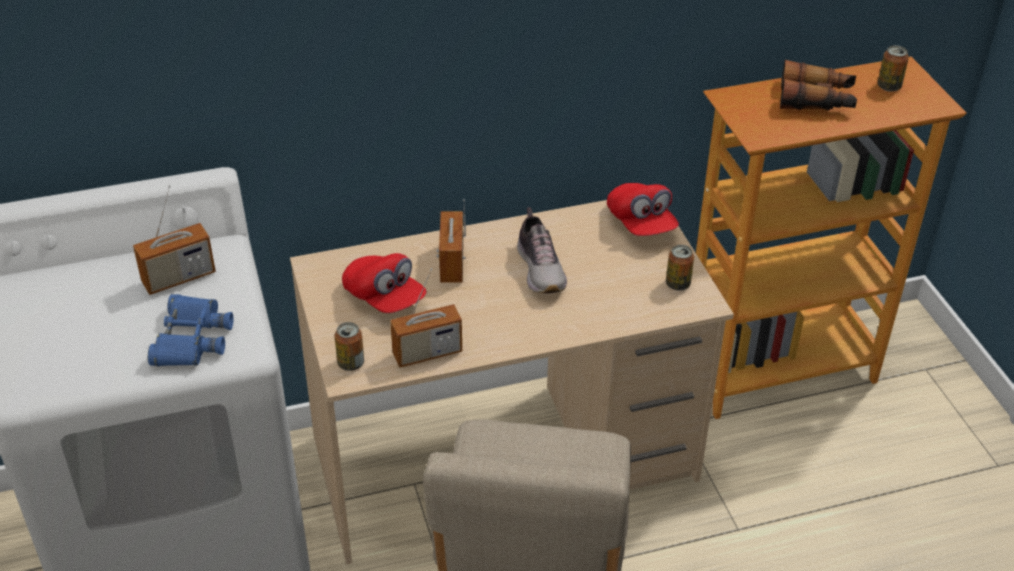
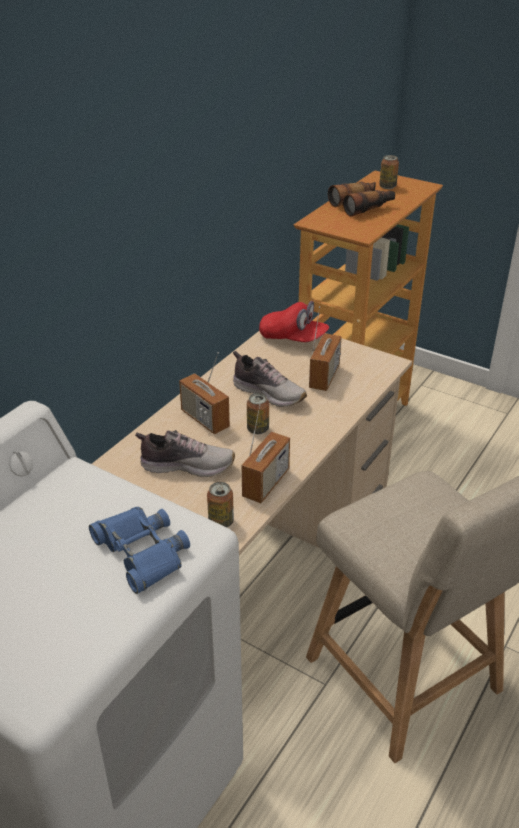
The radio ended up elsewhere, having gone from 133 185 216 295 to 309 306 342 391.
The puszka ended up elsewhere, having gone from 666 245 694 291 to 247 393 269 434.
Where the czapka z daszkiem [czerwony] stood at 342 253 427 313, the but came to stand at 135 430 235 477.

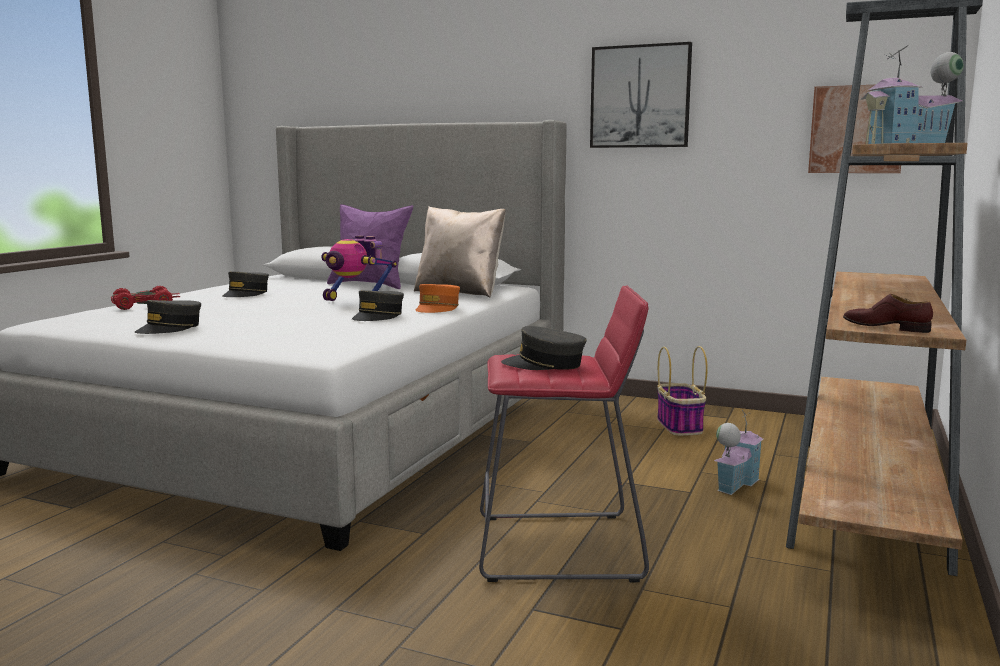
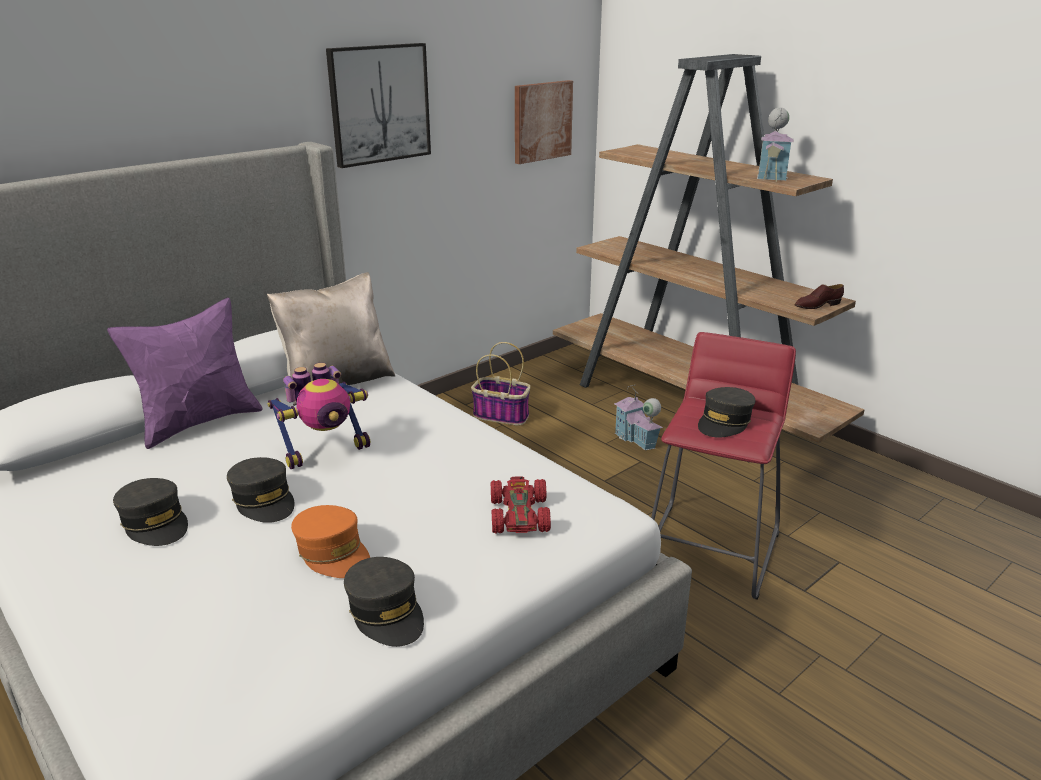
The samochodzik [czerwony] ended up elsewhere, having gone from 111 286 180 310 to 491 476 551 533.
The czapka z daszkiem [szary] ended up elsewhere, having gone from 352 290 404 321 to 227 457 295 523.
The czapka z daszkiem [pomarańczowy] ended up elsewhere, having gone from 416 284 460 313 to 291 505 370 578.

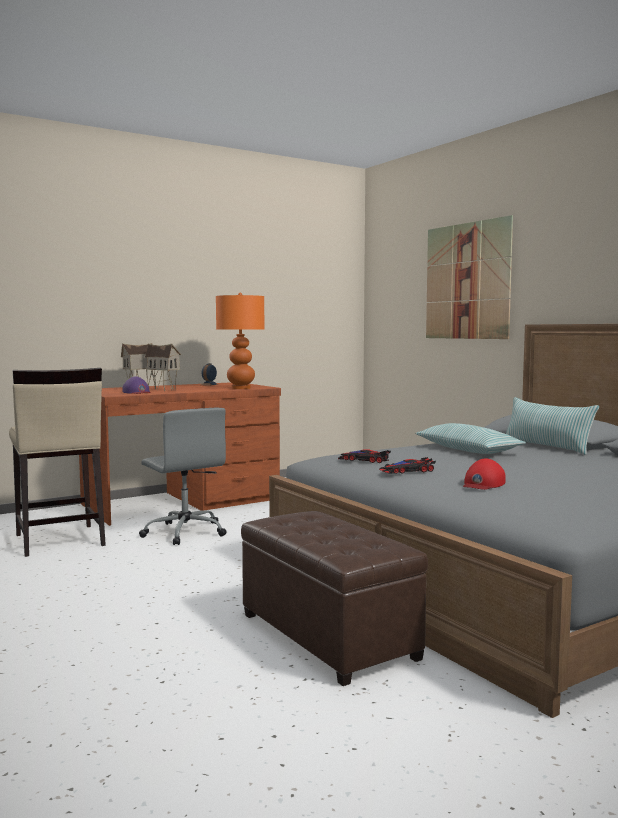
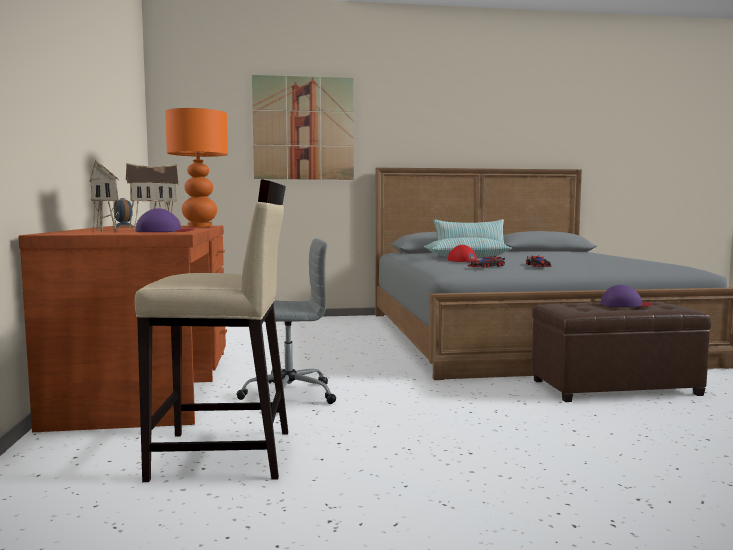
The second view gained the czapka z daszkiem [fioletowy] at 601 285 653 307.
The czapka z daszkiem [czerwony] ended up elsewhere, having gone from 463 458 506 490 to 448 245 479 262.

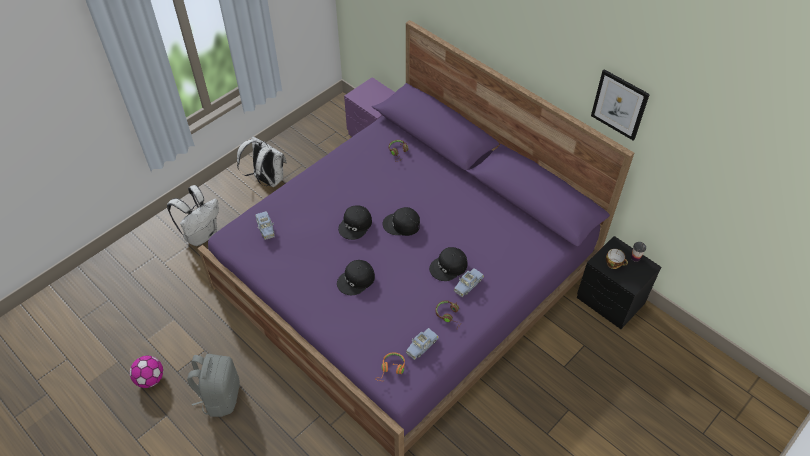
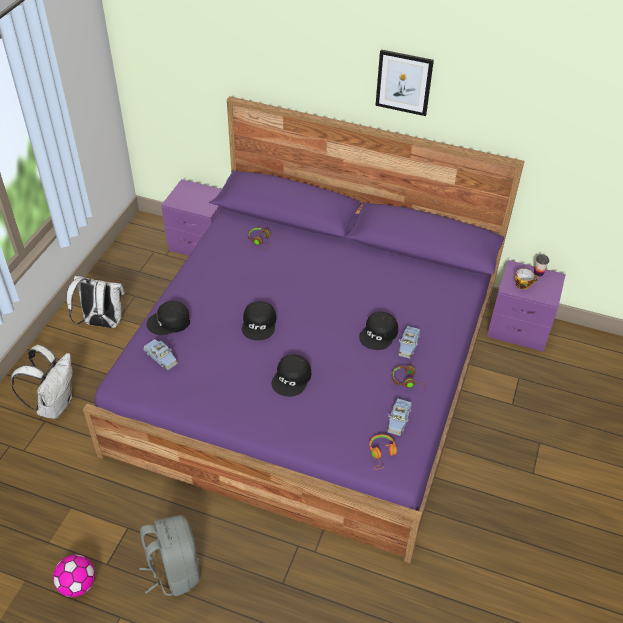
The czapka z daszkiem [czarny] ended up elsewhere, having gone from 383 207 420 236 to 147 301 190 335.
The obraz ended up elsewhere, having gone from 591 69 650 140 to 375 50 434 116.
What was the szafka nocna [czarny] at 577 236 661 329 turned into the szafka nocna [fioletowy] at 487 260 566 352.

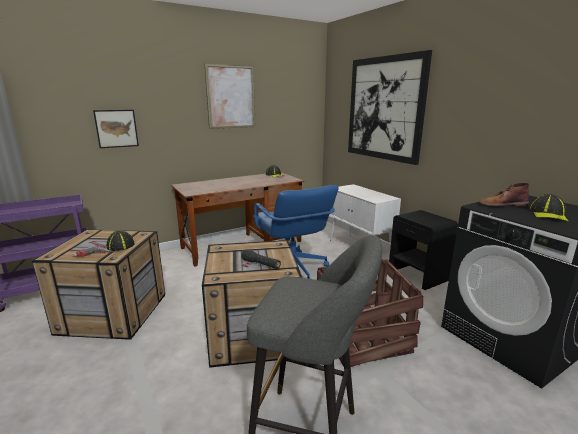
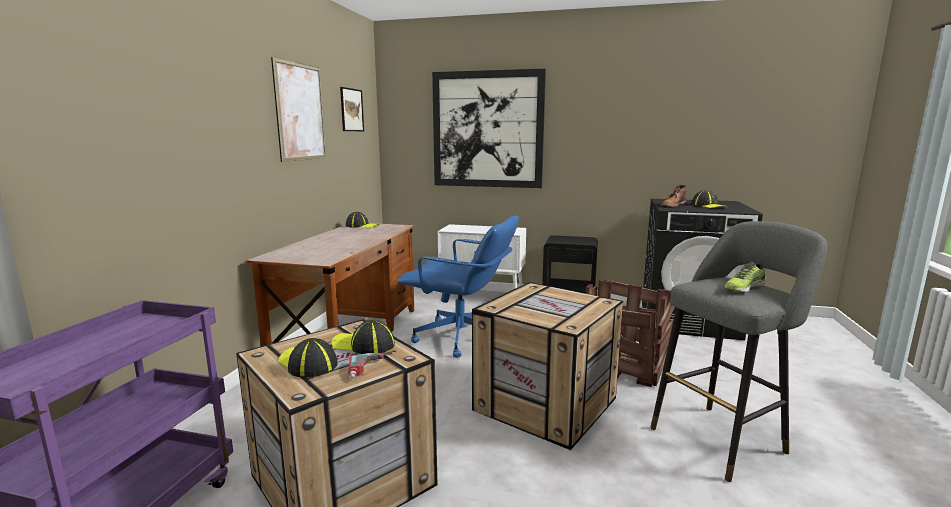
The second view lost the latarka [czarny] at 241 249 281 269.
The second view gained the czapka z daszkiem at 278 338 338 377.
The second view gained the but at 725 262 765 292.
The obraz ended up elsewhere, having gone from 93 110 139 148 to 340 87 364 131.

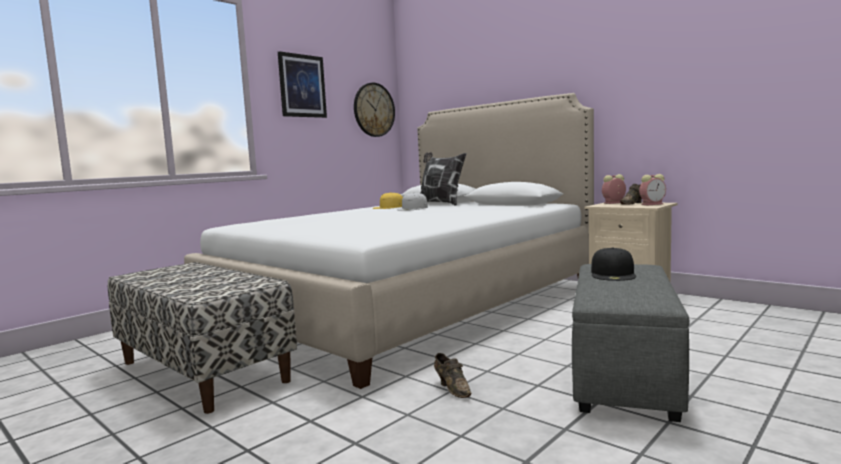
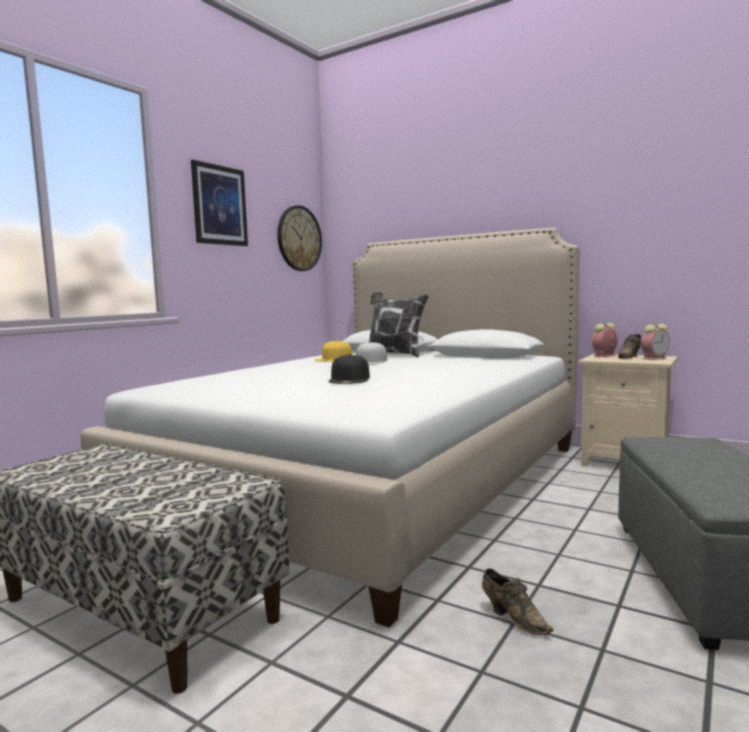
The czapka z daszkiem [czarny] ended up elsewhere, having gone from 591 248 636 281 to 329 354 370 384.

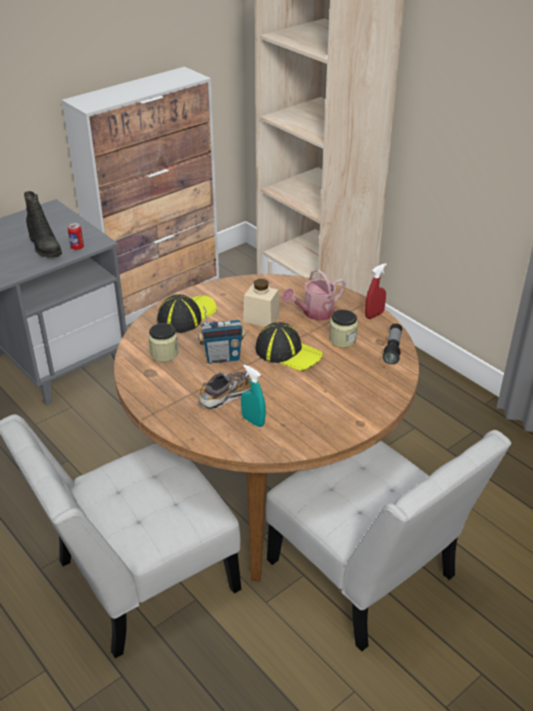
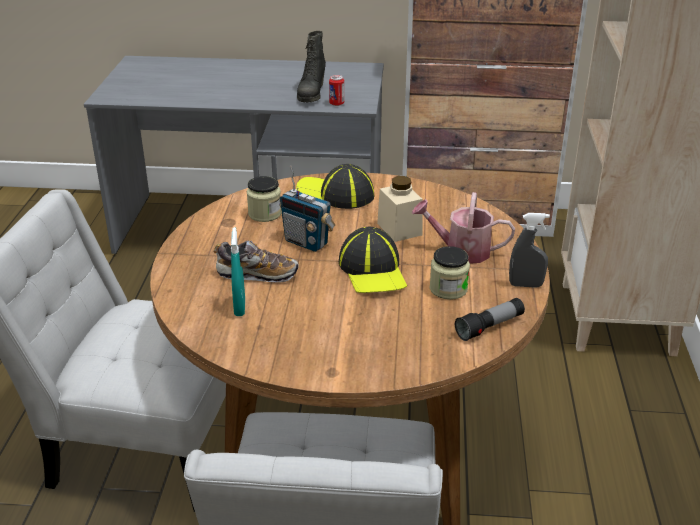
What was the spryskiwacz [czerwony] at 365 263 387 319 turned into the spryskiwacz [szary] at 509 213 550 288.
The czapka z daszkiem at 157 294 217 333 ended up facing another way, 150 degrees counterclockwise from before.

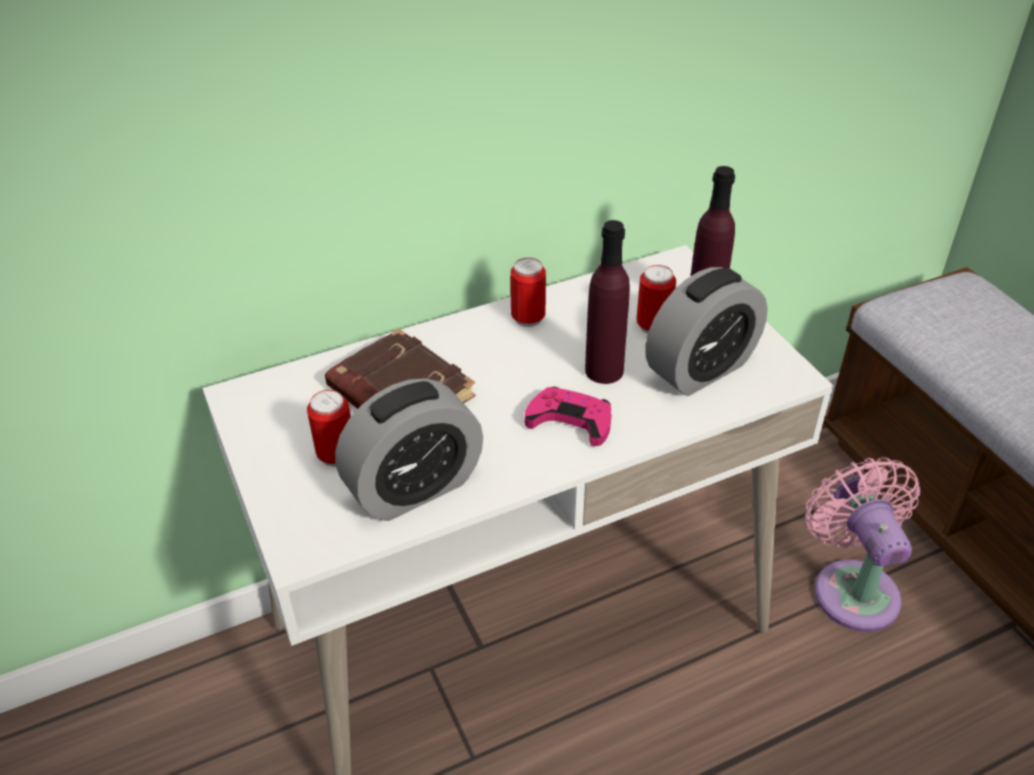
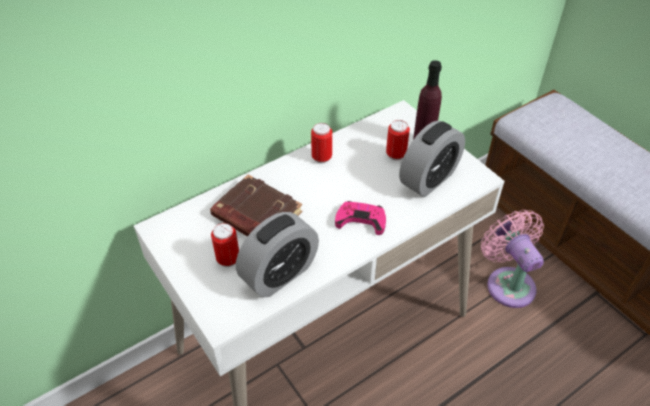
The second view lost the butelka [fioletowy] at 585 220 630 384.

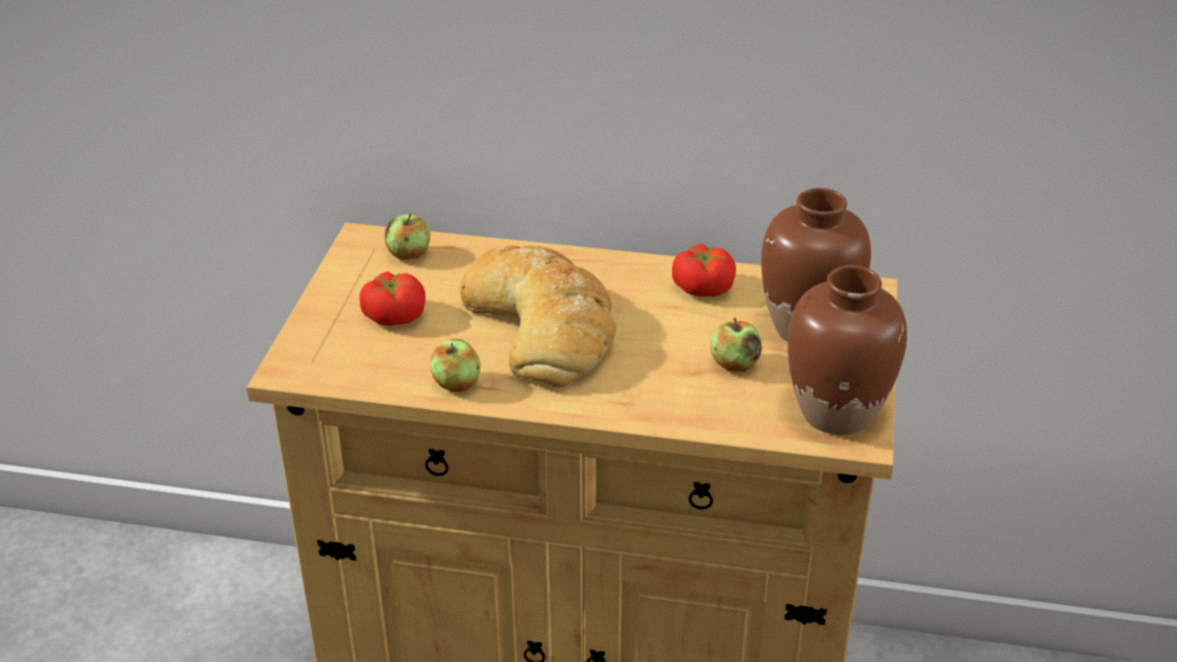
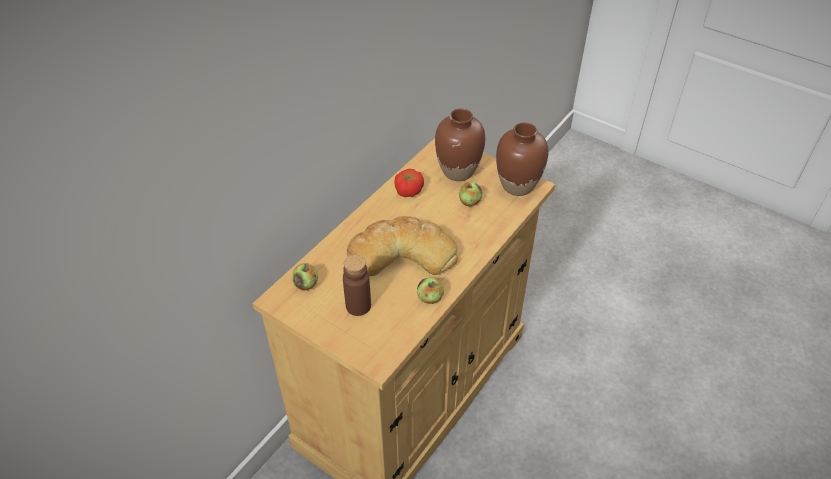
Where the pomidor stood at 360 271 426 326, the butelka [brązowy] came to stand at 343 255 371 316.

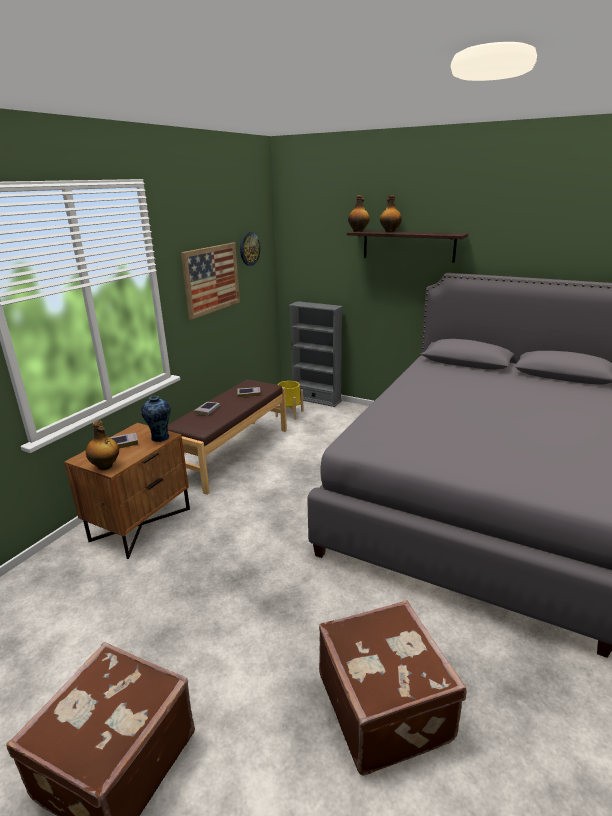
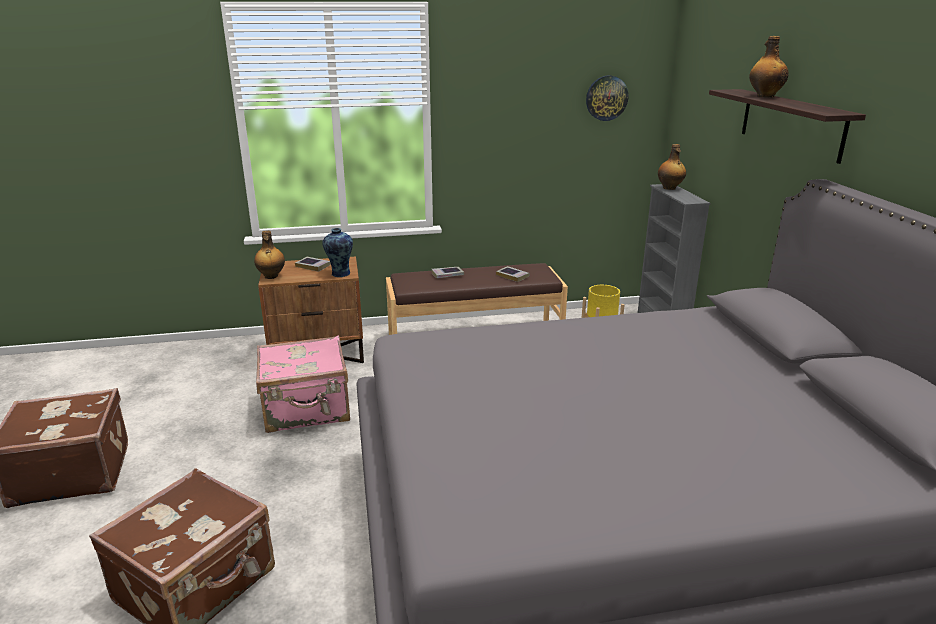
The second view lost the obraz at 181 242 240 320.
The second view gained the walizka [różowy] at 256 336 350 433.
The butelka ended up elsewhere, having gone from 348 195 370 232 to 658 144 686 190.

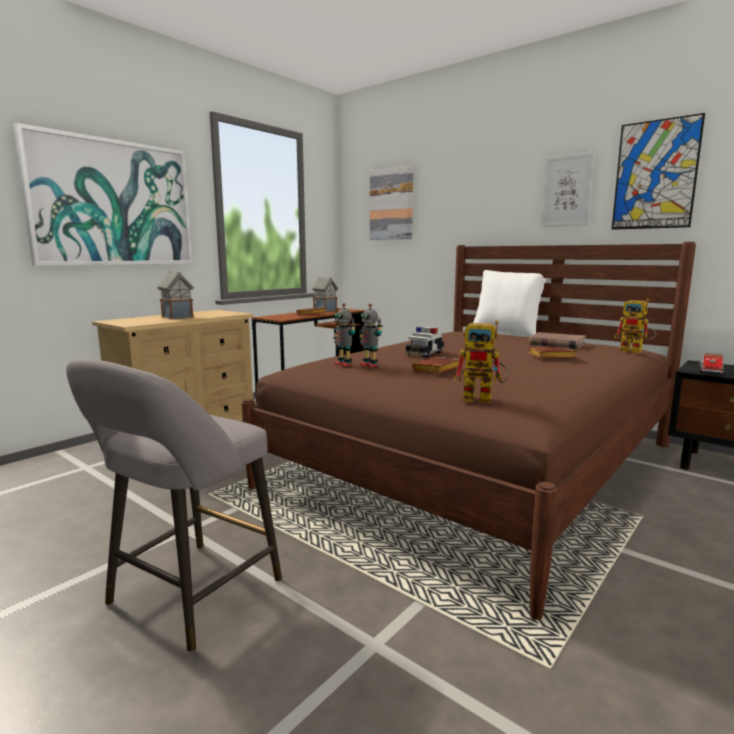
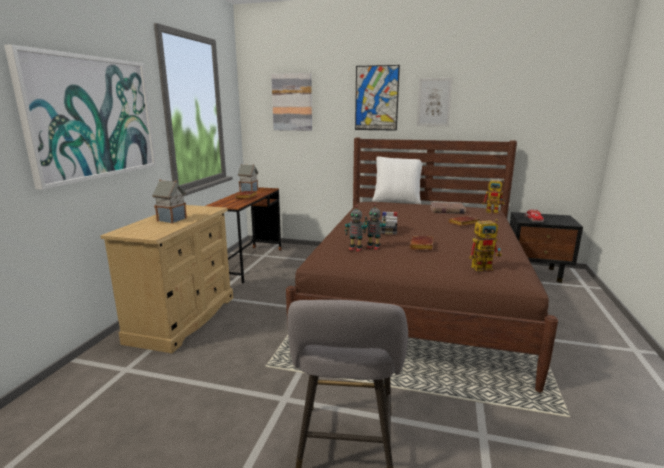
The obraz ended up elsewhere, having gone from 612 113 705 230 to 355 65 400 131.

